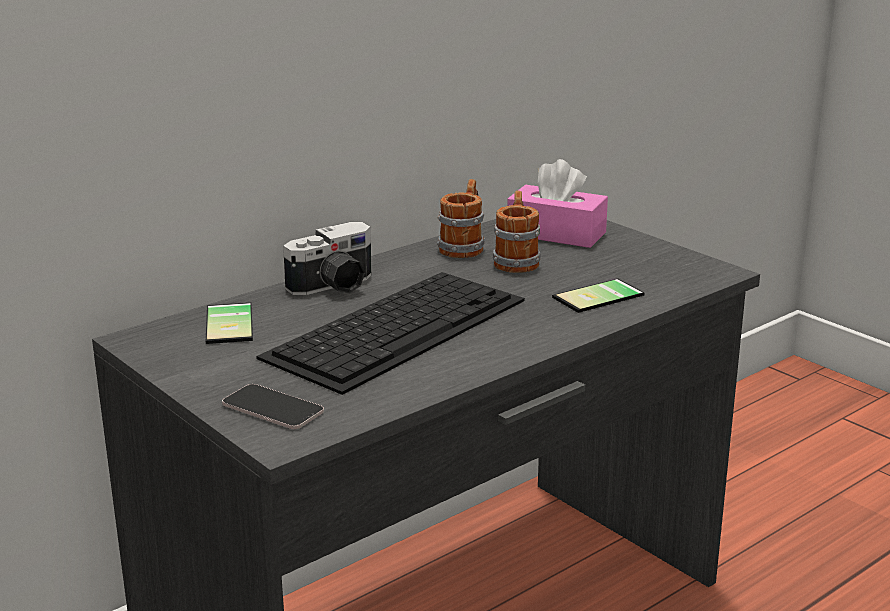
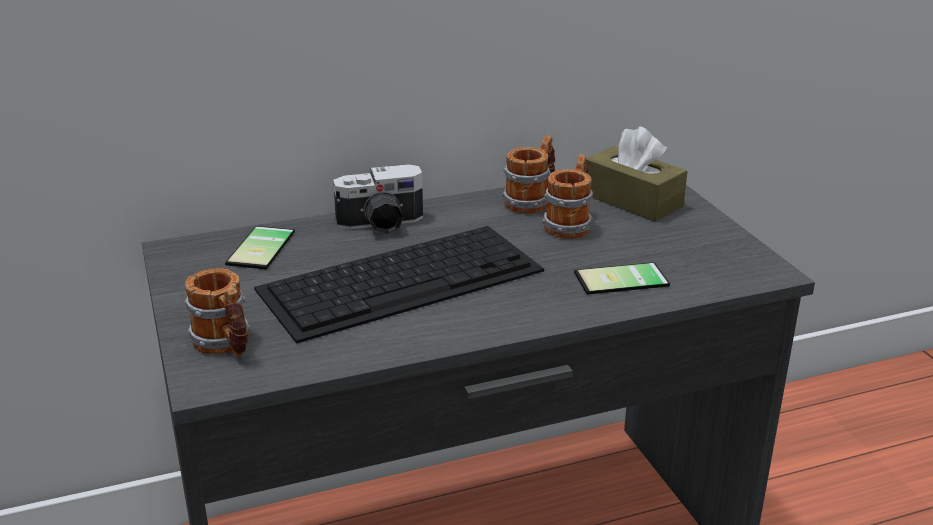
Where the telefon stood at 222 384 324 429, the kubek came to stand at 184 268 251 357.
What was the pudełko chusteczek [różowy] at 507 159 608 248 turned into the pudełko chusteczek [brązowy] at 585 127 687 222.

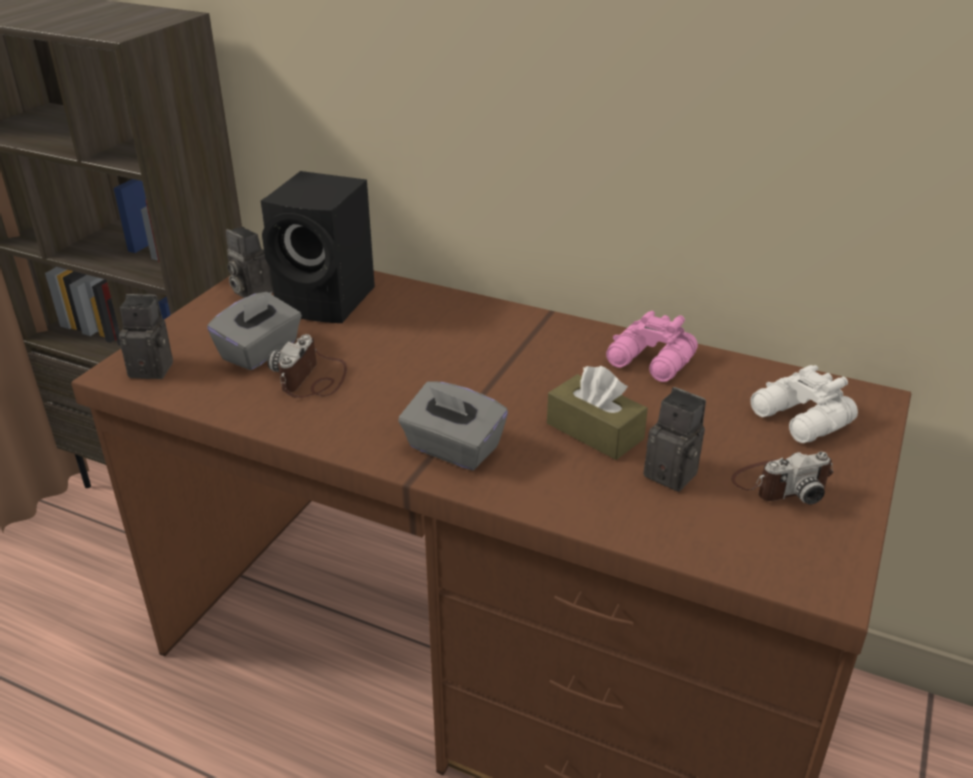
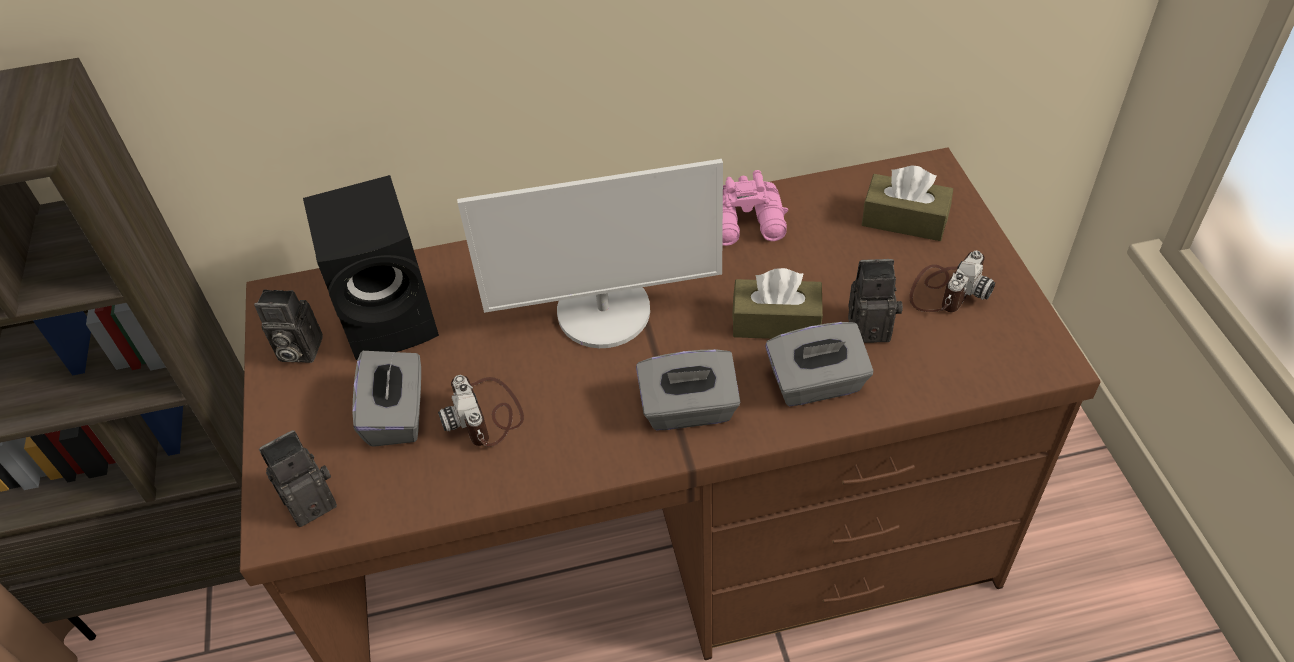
The second view gained the monitor at 457 159 723 348.
The second view gained the pudełko chusteczek [szary] at 765 322 873 406.
Where the lornetka [biały] stood at 751 365 858 443, the pudełko chusteczek [brązowy] came to stand at 862 166 953 241.

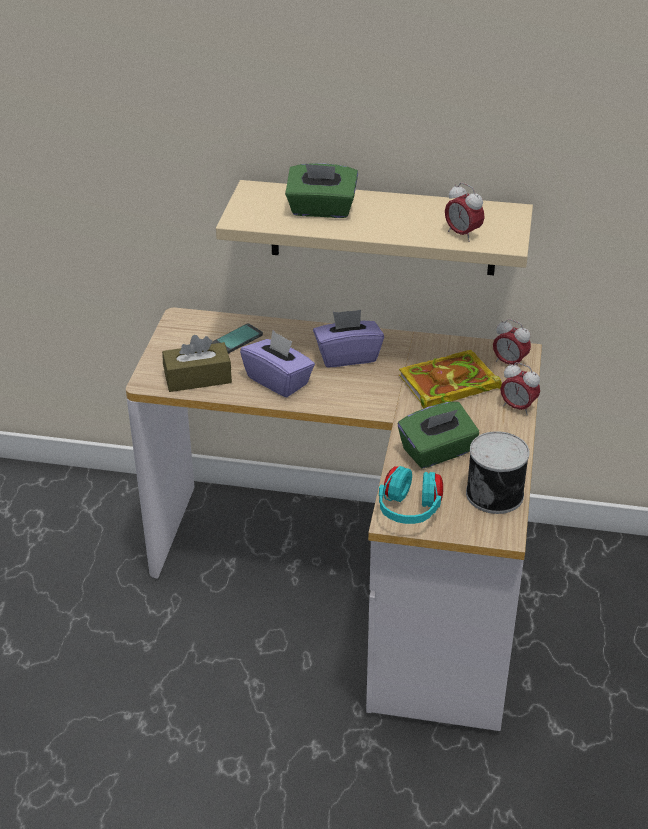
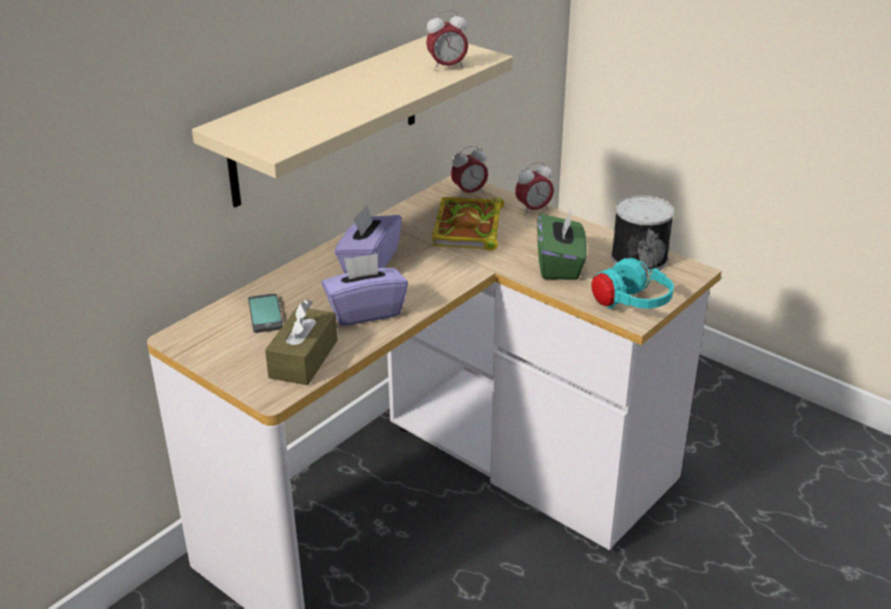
The second view lost the pudełko chusteczek [zielony] at 285 163 358 218.

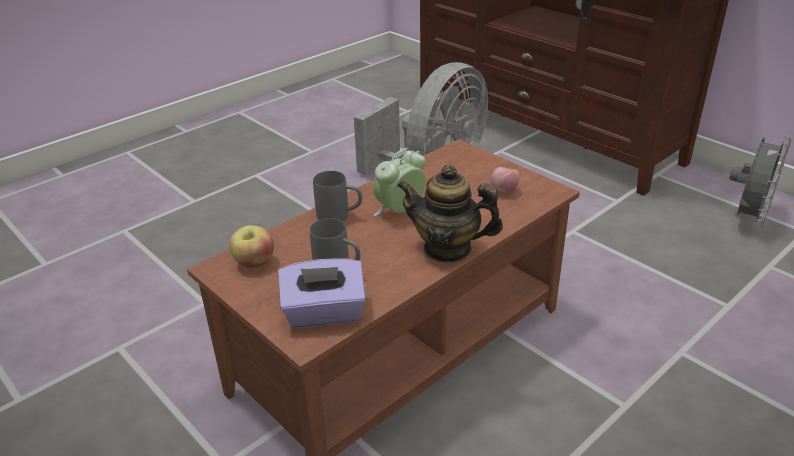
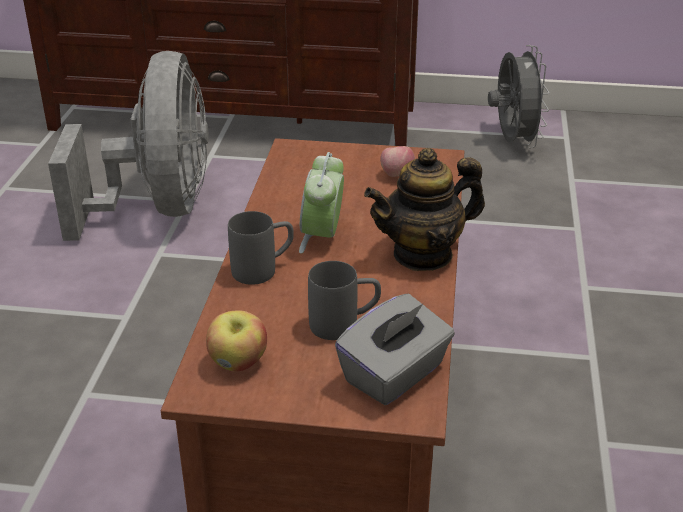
What was the pudełko chusteczek [fioletowy] at 278 258 366 328 turned into the pudełko chusteczek [szary] at 335 294 455 405.

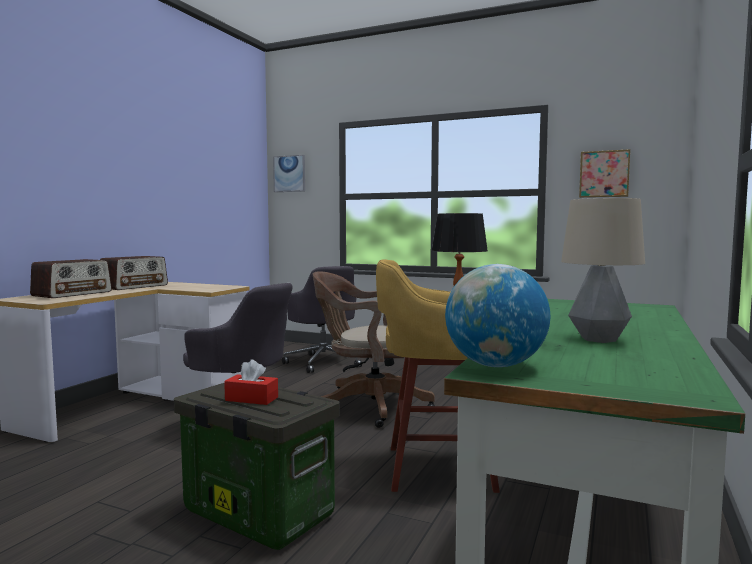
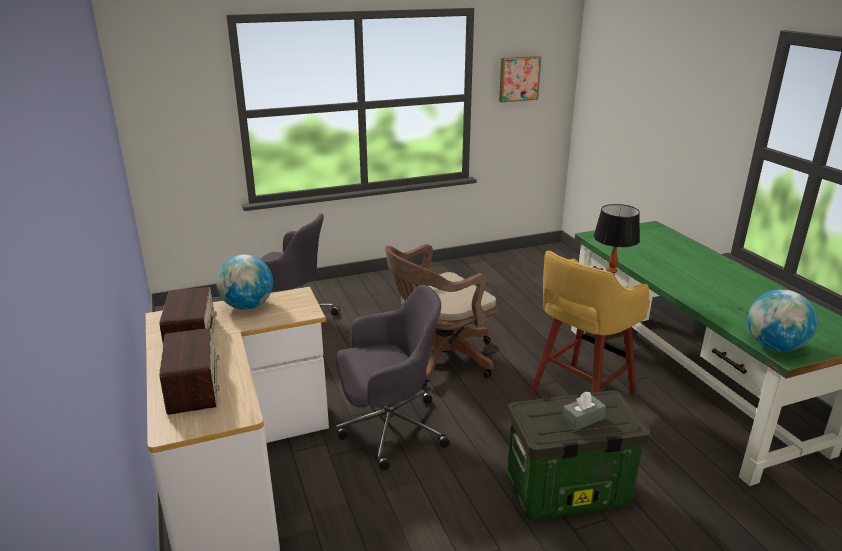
The second view lost the obraz at 273 155 305 192.
The second view lost the lampa stołowa at 561 198 645 343.
The second view gained the globus at 216 254 273 310.
What was the pudełko chusteczek [czerwony] at 224 360 278 405 turned into the pudełko chusteczek [szary] at 562 392 606 431.

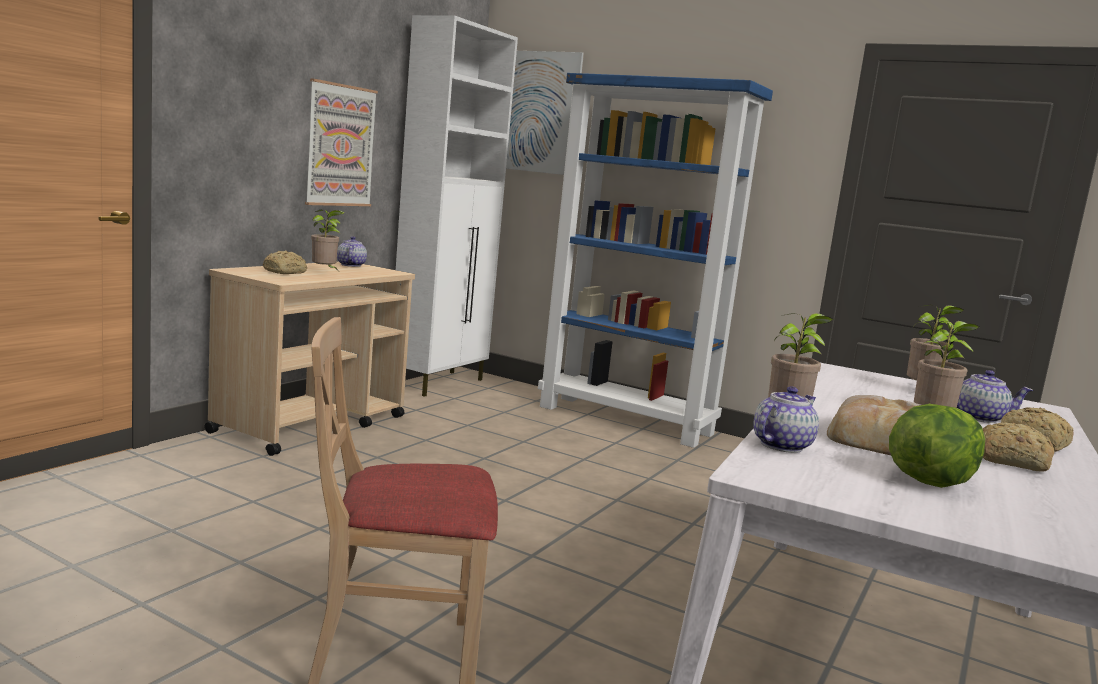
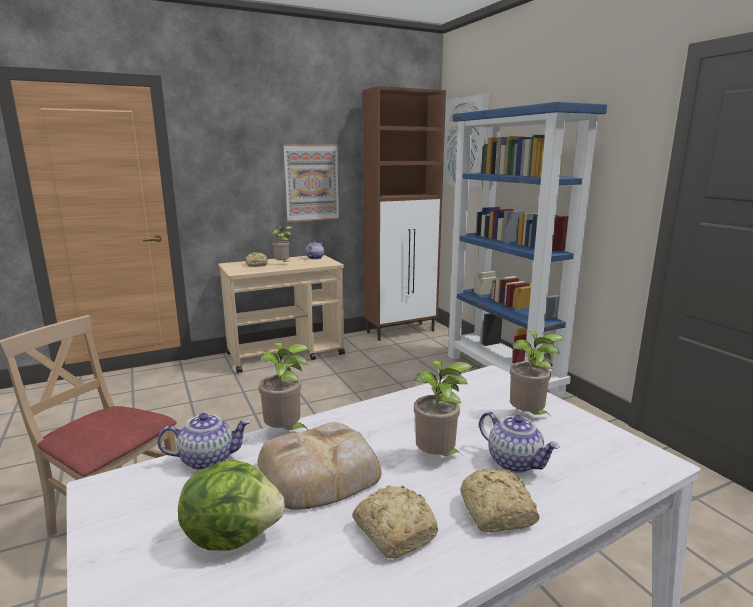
What was the szafka [biały] at 396 15 518 397 turned into the szafka [brązowy] at 363 86 446 341.

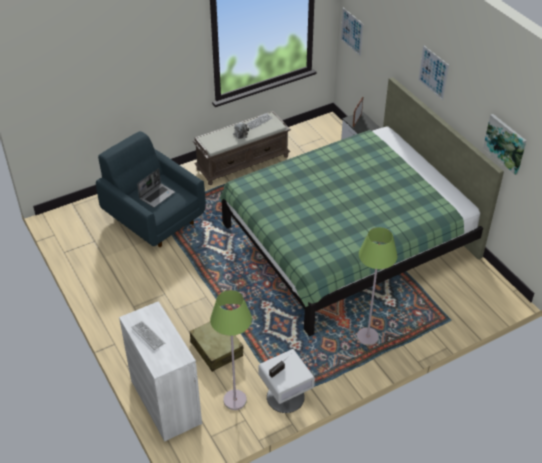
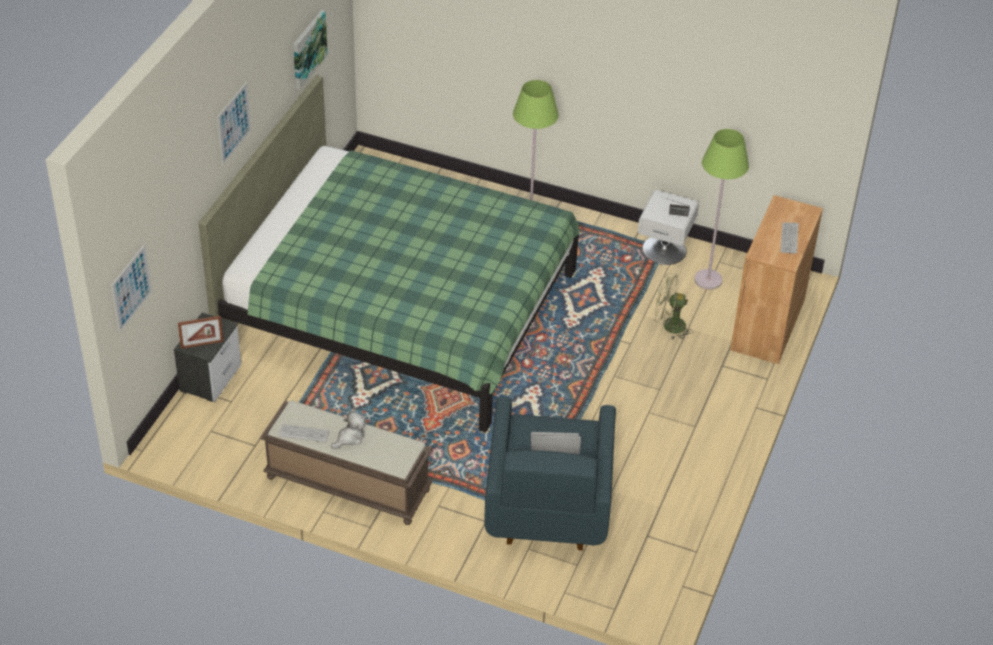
Where the walizka [beżowy] stood at 190 322 243 372, the wentylator [zielony] came to stand at 655 273 693 339.
What was the szafka [biały] at 119 301 202 442 turned into the szafka [brązowy] at 730 195 823 364.

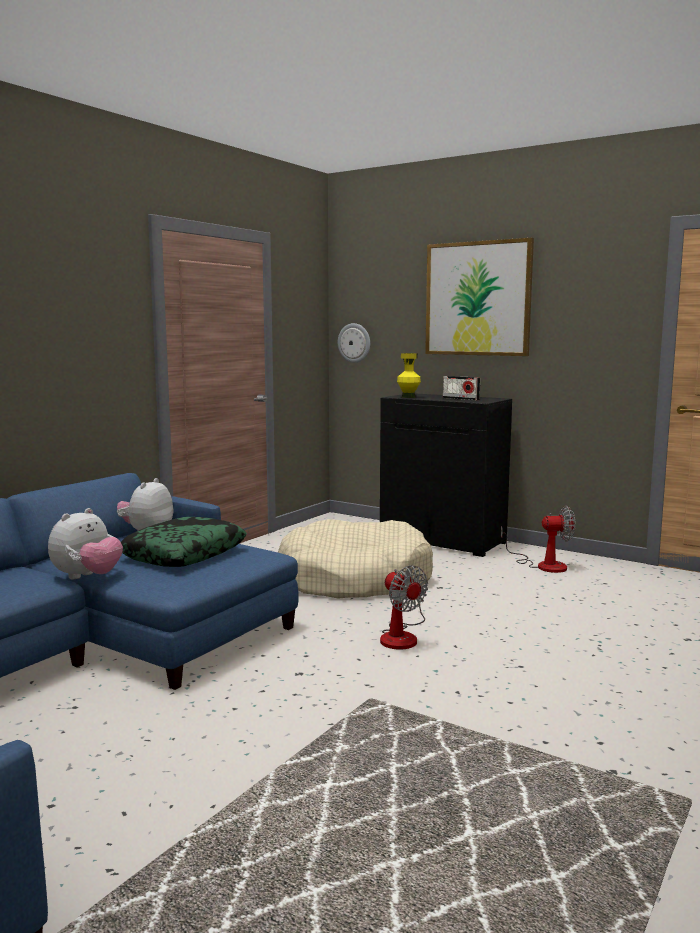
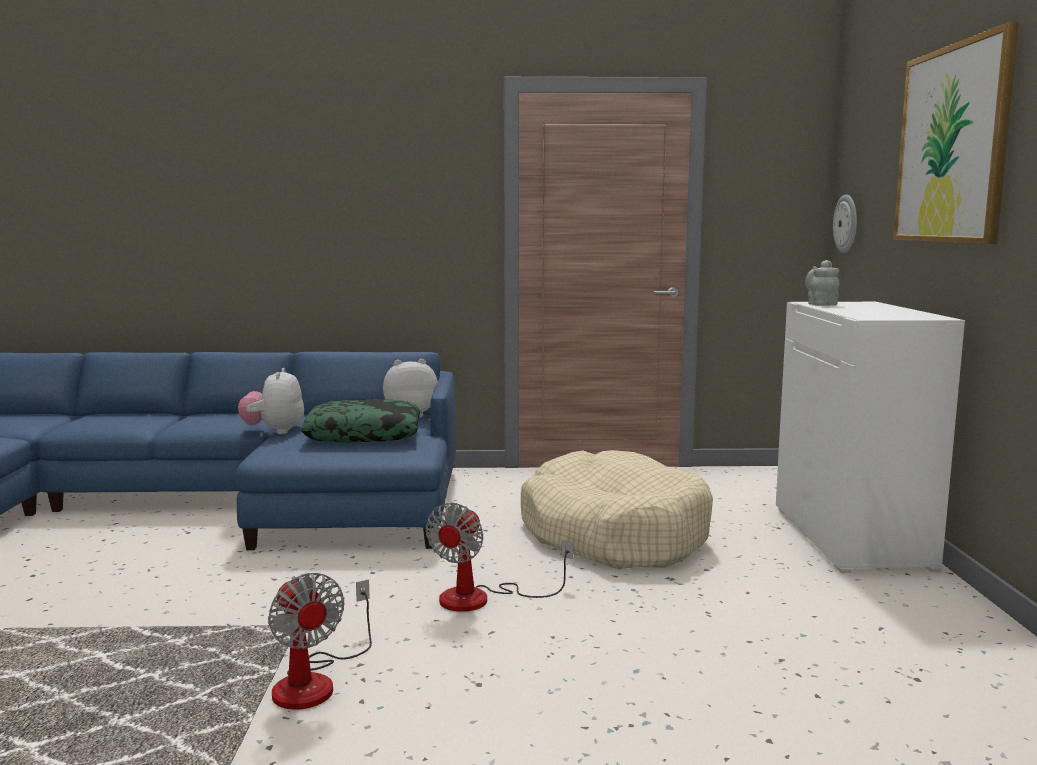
The second view lost the radio at 443 376 480 400.
The wentylator ended up elsewhere, having gone from 501 506 576 573 to 268 573 372 710.
Where the wazon [żółty] stood at 397 353 421 398, the imbryk [szary] came to stand at 805 260 840 306.
What was the szafka [czarny] at 380 393 512 557 turned into the szafka [biały] at 776 302 965 573.
The pluszak at 48 508 123 579 ended up facing another way, 90 degrees clockwise from before.

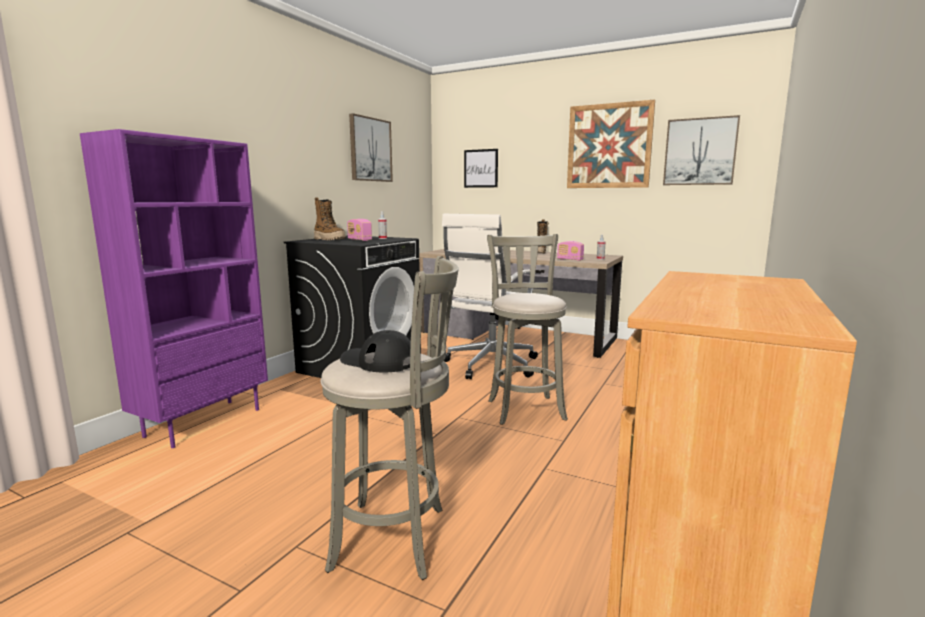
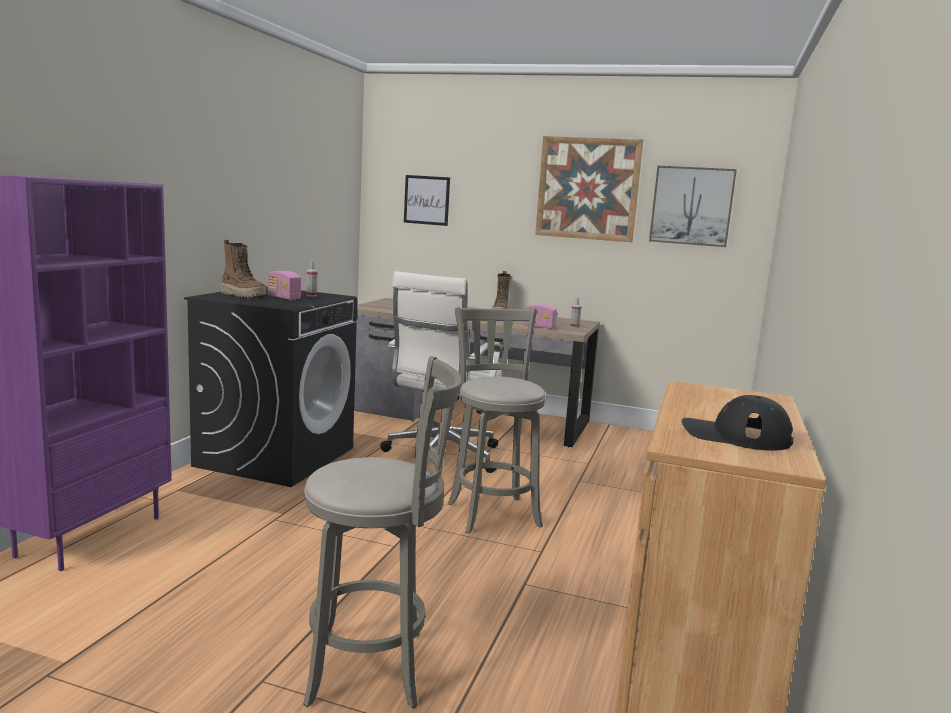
The second view lost the obraz at 349 113 393 182.
The czapka z daszkiem [czarny] ended up elsewhere, having gone from 340 330 411 372 to 682 395 794 451.

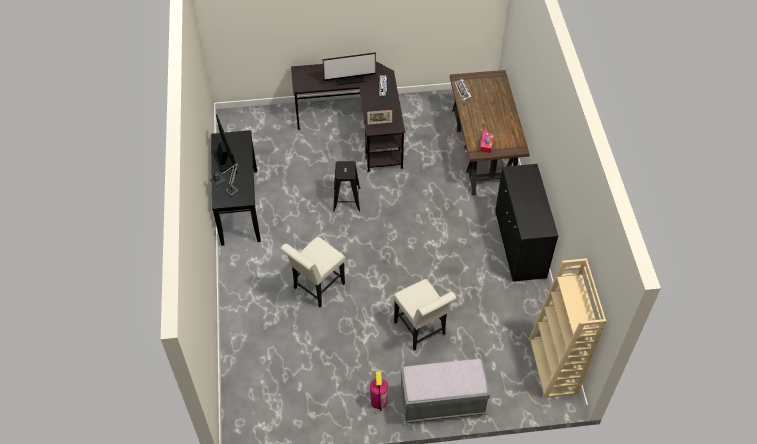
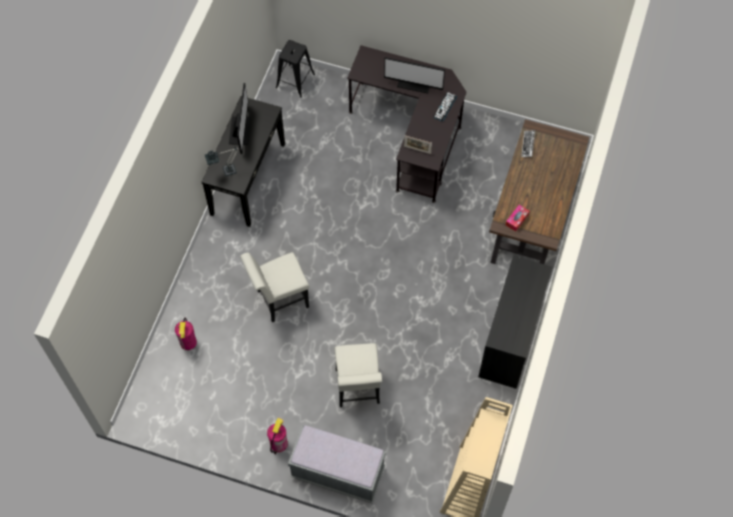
The second view gained the gaśnica at 175 317 197 350.
The stołek [czarny] ended up elsewhere, having gone from 333 161 361 212 to 276 40 315 98.

